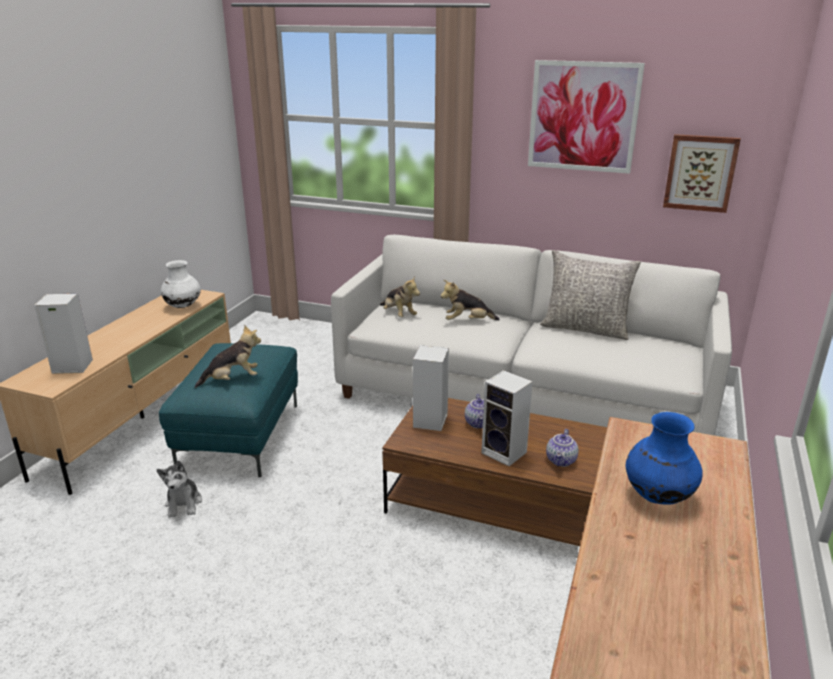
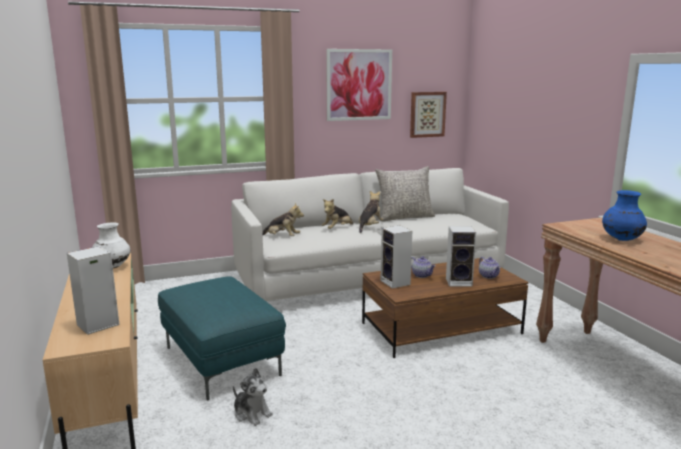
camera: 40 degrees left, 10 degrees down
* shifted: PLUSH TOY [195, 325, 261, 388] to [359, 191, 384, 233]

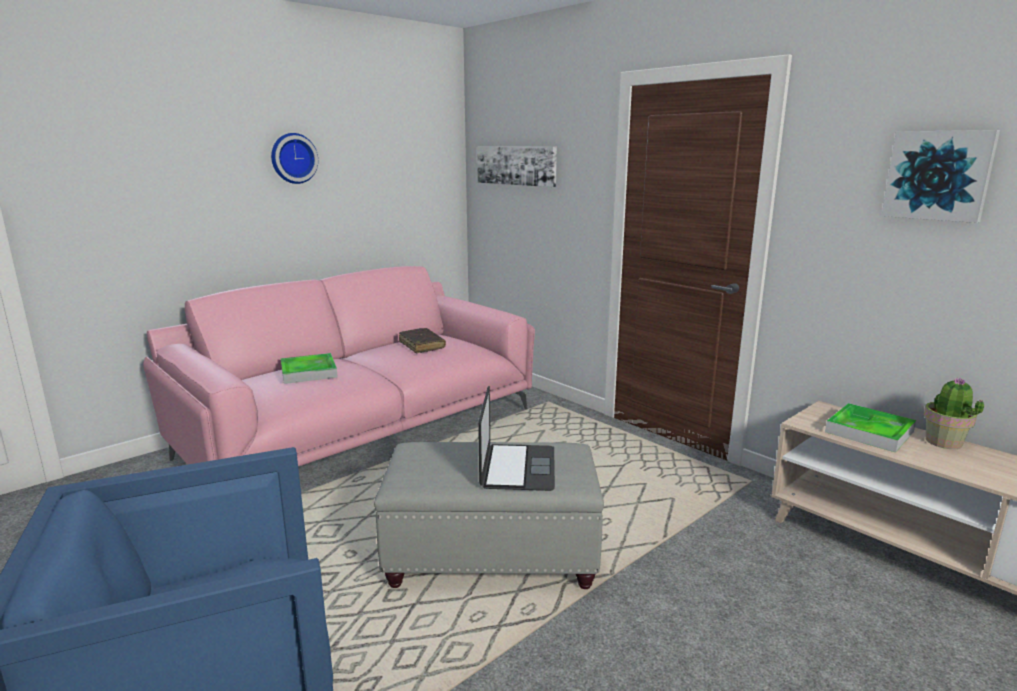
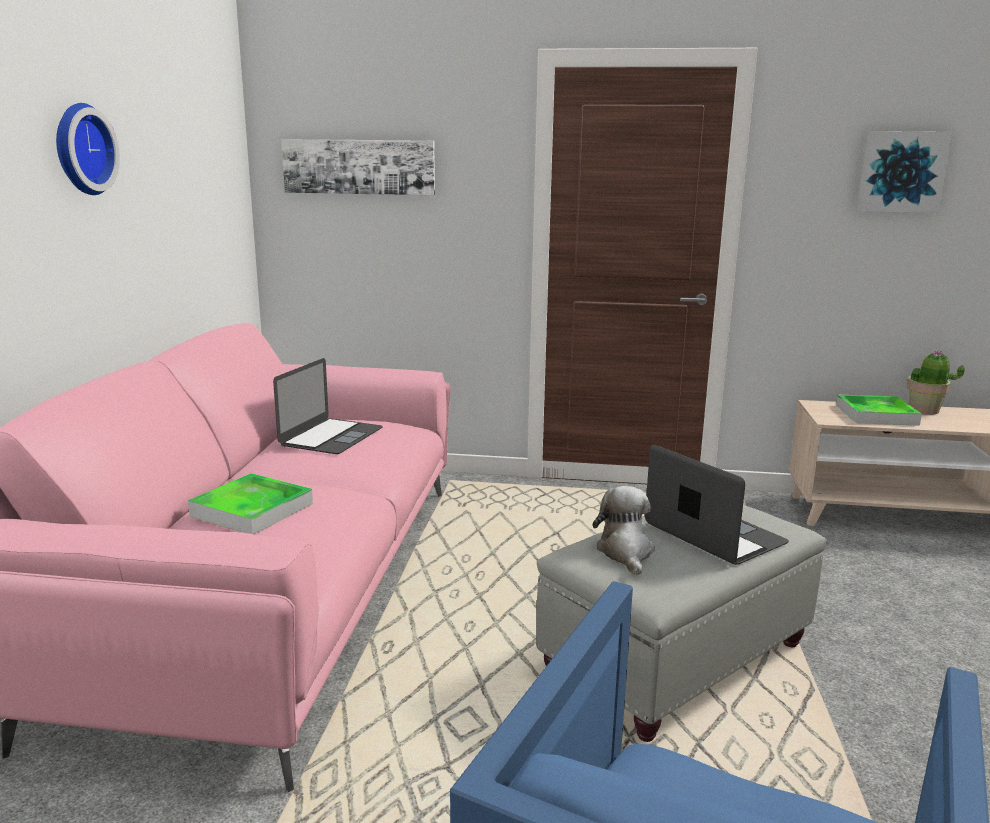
camera: 40 degrees left, 0 degrees up
* swapped: BROWN BOOK [399, 328, 446, 353] to LAPTOP [273, 358, 383, 454]
* new: PLUSH TOY [593, 486, 655, 576]

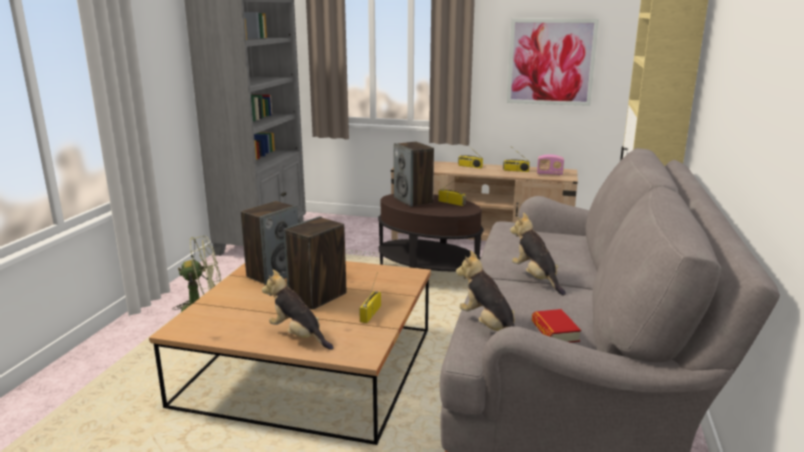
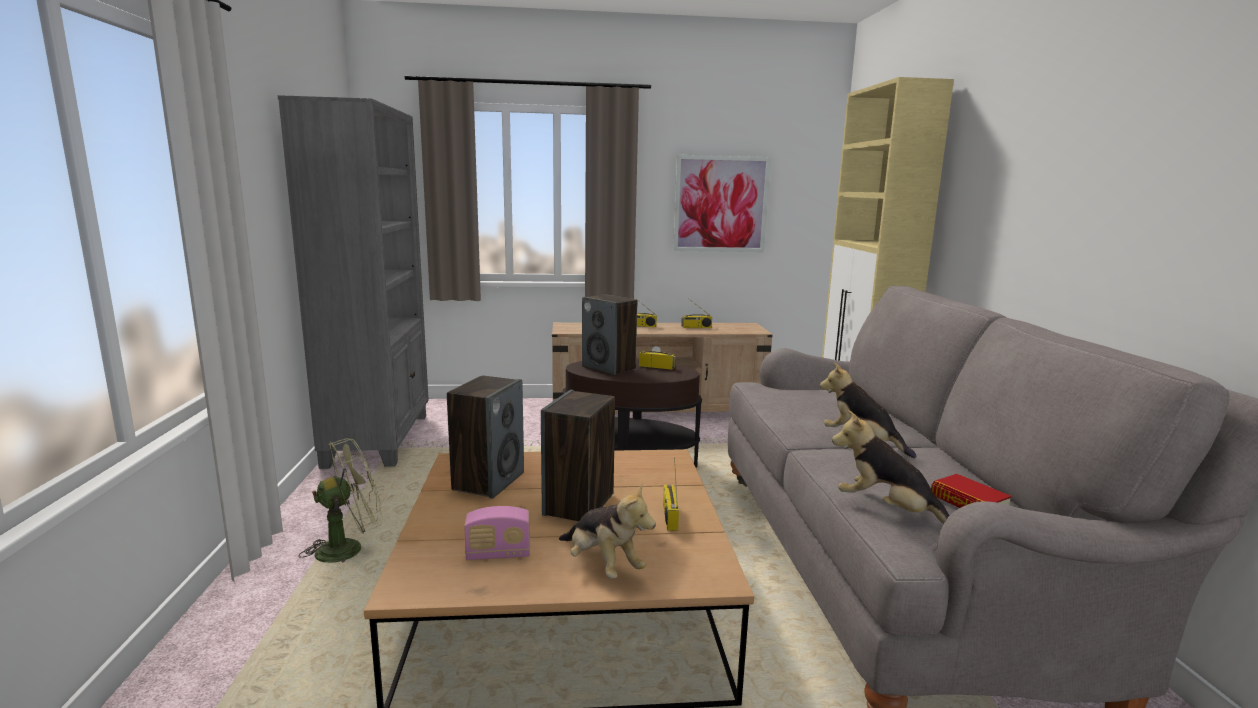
camera: 20 degrees left, 5 degrees down
* shifted: RADIO [537, 155, 564, 175] to [464, 506, 530, 560]
* rotated: PLUSH TOY [262, 269, 334, 350] = [559, 484, 656, 578] 150 degrees counterclockwise

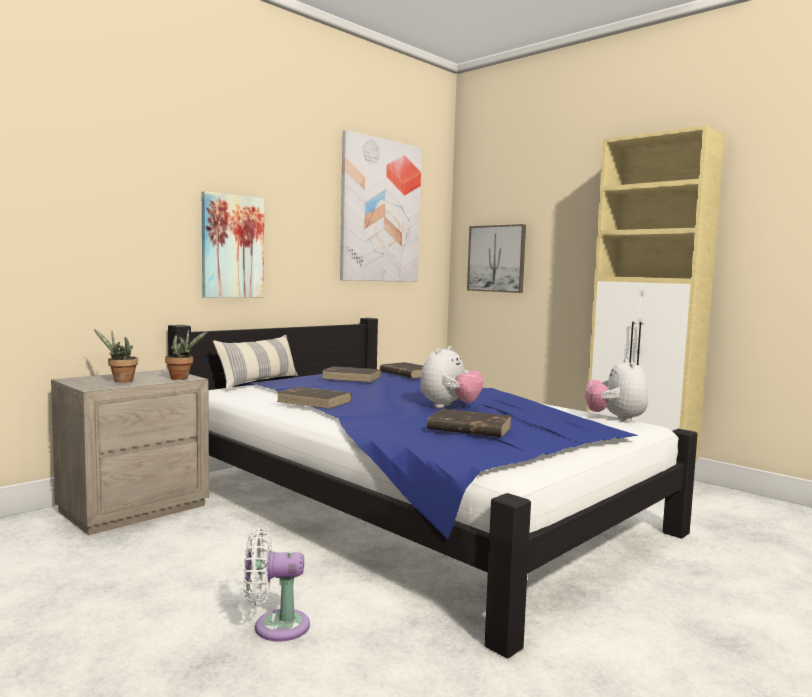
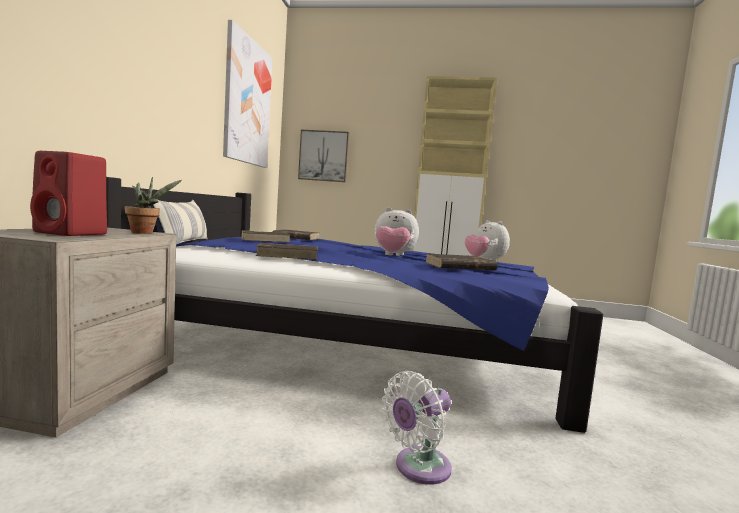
camera: 35 degrees left, 0 degrees up
* gone: PICTURE [202, 191, 264, 298]
* swapped: POTTED PLANT [94, 329, 138, 382] to RED SPEAKER [30, 151, 107, 236]
* rotated: PLUSH TOY [420, 346, 484, 408] = [375, 208, 419, 256] 105 degrees clockwise

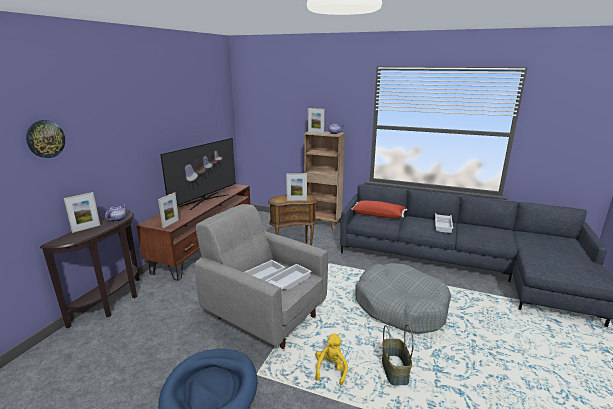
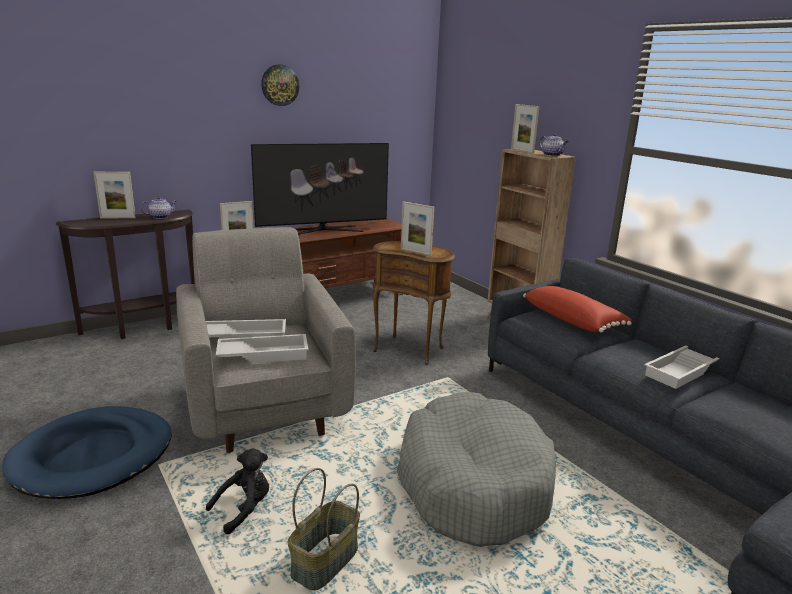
camera: 35 degrees right, 0 degrees up
* shifted: WALL CLOCK [26, 120, 65, 158] to [261, 64, 299, 106]
* repainted: YELLOW PLUSH TOY [316, 334, 348, 385] to BLACK PLUSH TOY [206, 448, 269, 534]

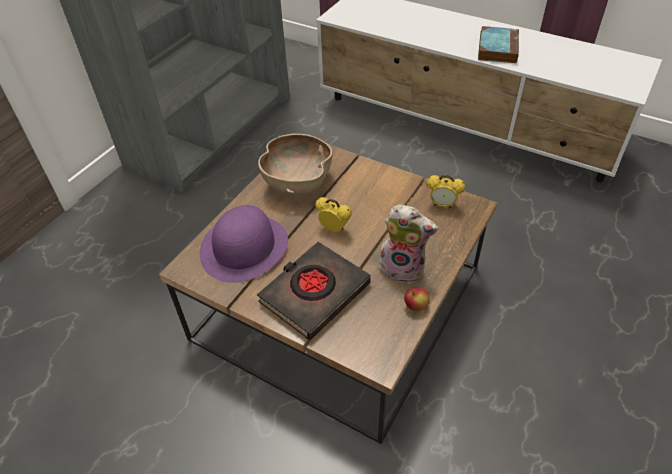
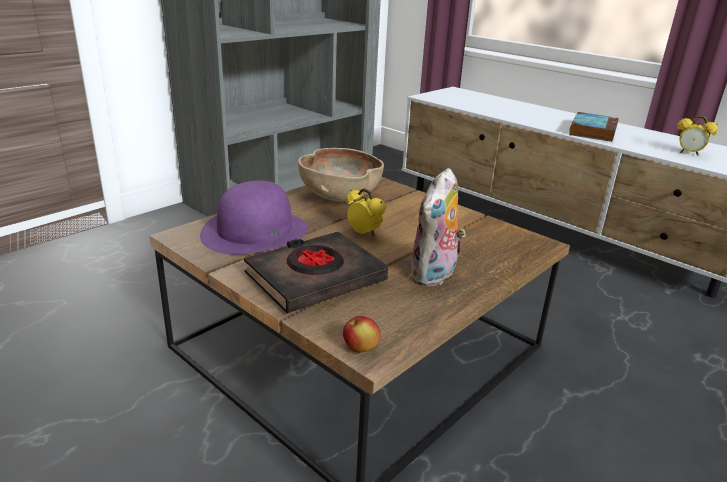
camera: 10 degrees right, 20 degrees down
* shifted: ALARM CLOCK [427, 175, 465, 209] to [677, 116, 718, 156]
* rotated: PLUSH TOY [379, 204, 438, 283] = [409, 168, 466, 287] 90 degrees clockwise
* shifted: APPLE [404, 287, 430, 311] to [343, 316, 381, 352]

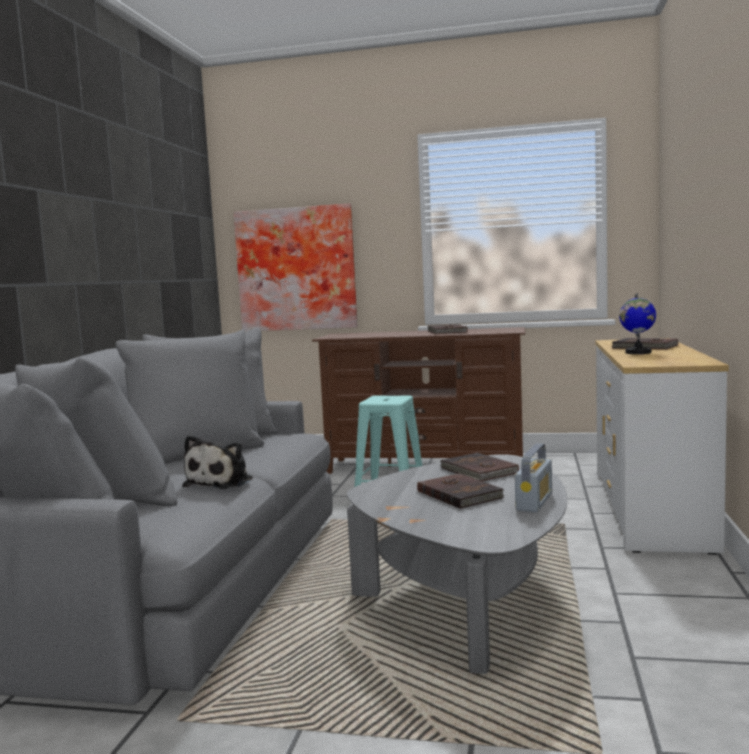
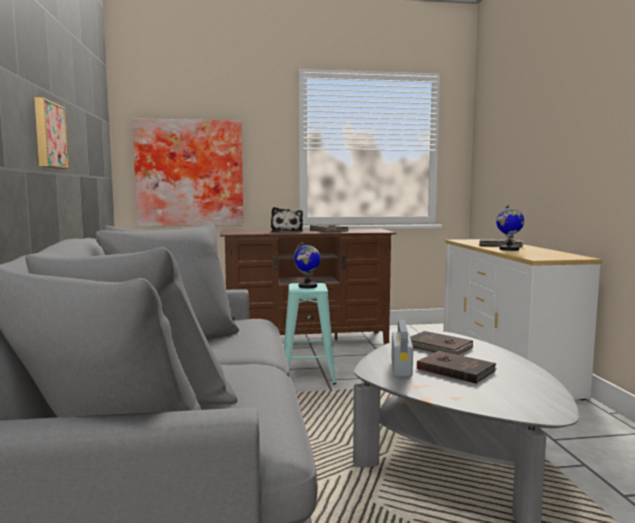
camera: 20 degrees left, 0 degrees up
* shifted: PLUSH TOY [182, 435, 253, 489] to [271, 207, 303, 232]
* shifted: RADIO [515, 443, 552, 512] to [391, 320, 413, 377]
* new: PICTURE [34, 97, 69, 169]
* new: GLOBE [294, 242, 321, 288]

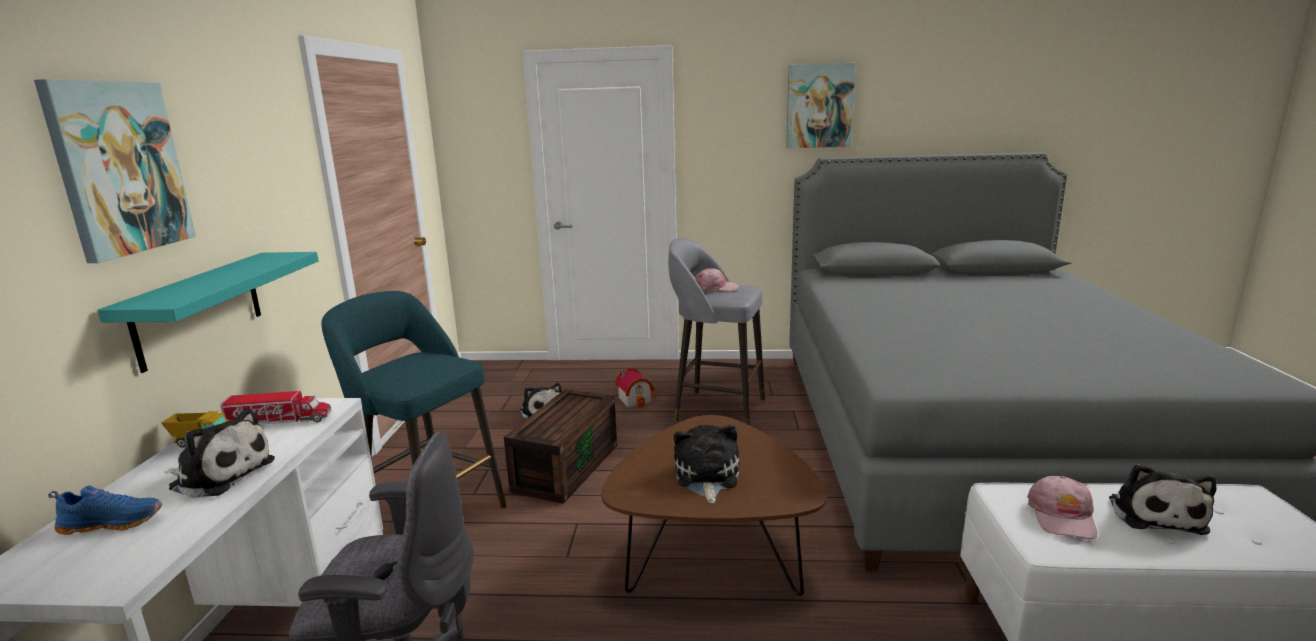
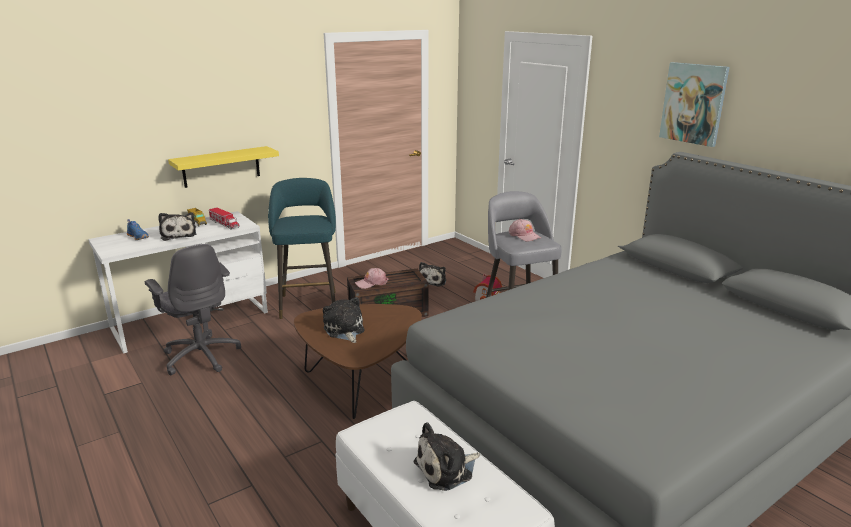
camera: 50 degrees right, 5 degrees up
* gone: PICTURE [34, 79, 196, 263]
* repainted: TURQUOISE SHELF [97, 252, 318, 373] to YELLOW SHELF [168, 146, 279, 188]
* rotated: PLUSH TOY [674, 425, 739, 503] = [323, 297, 364, 343] 75 degrees counterclockwise
* shifted: PINK CAP [1027, 476, 1097, 539] to [355, 268, 388, 289]

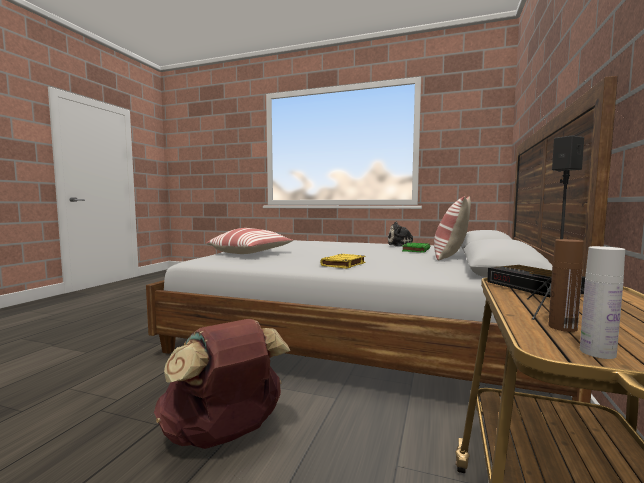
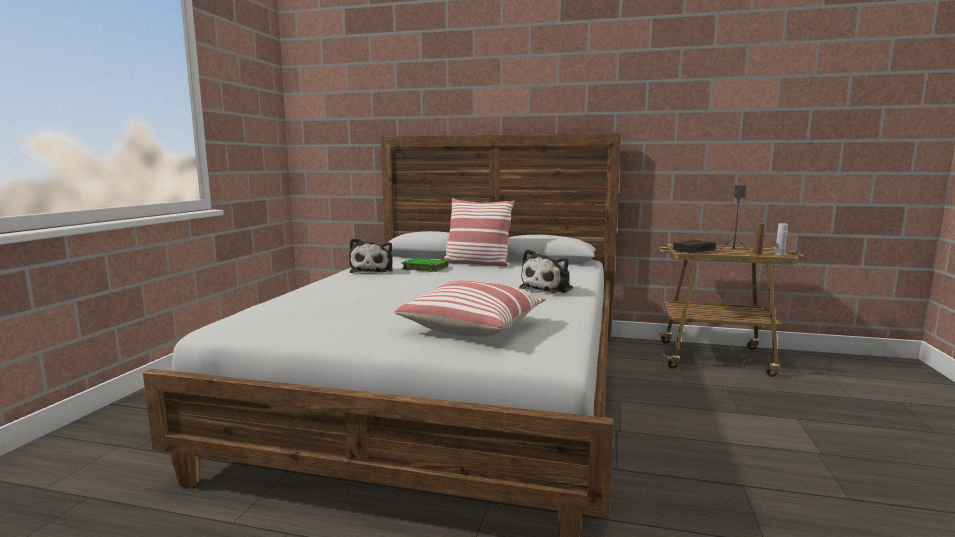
camera: 95 degrees left, 5 degrees up
* swapped: YELLOW BOOK [320, 254, 366, 269] to PLUSH TOY [519, 249, 573, 293]
* gone: BROWN BACKPACK [154, 319, 291, 449]

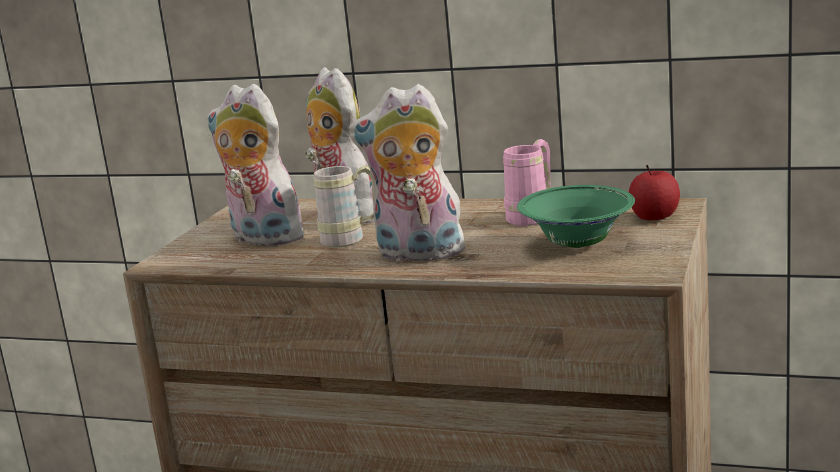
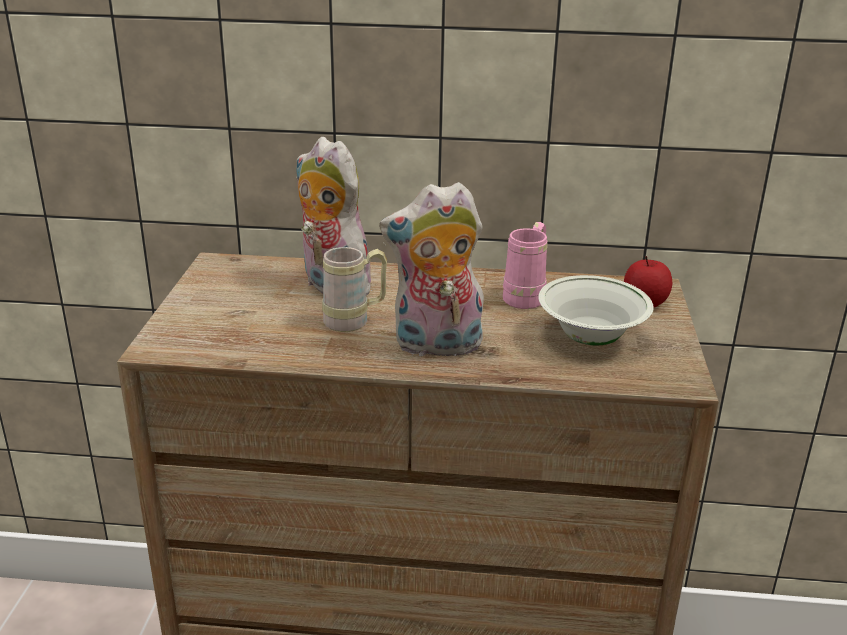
camera: 15 degrees left, 10 degrees up
* gone: PLUSH TOY [207, 84, 313, 246]
* repainted: GREEN BOWL [517, 185, 635, 248] to WHITE BOWL [538, 275, 654, 345]

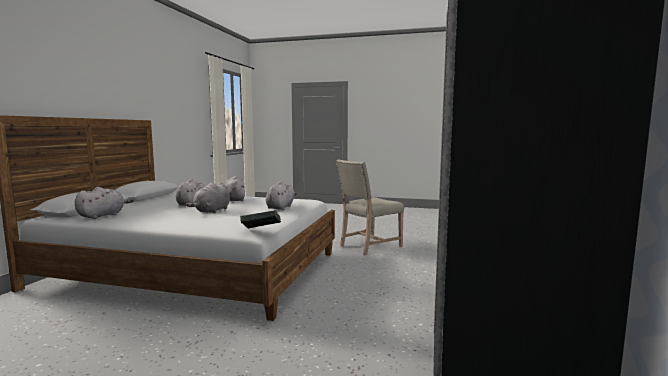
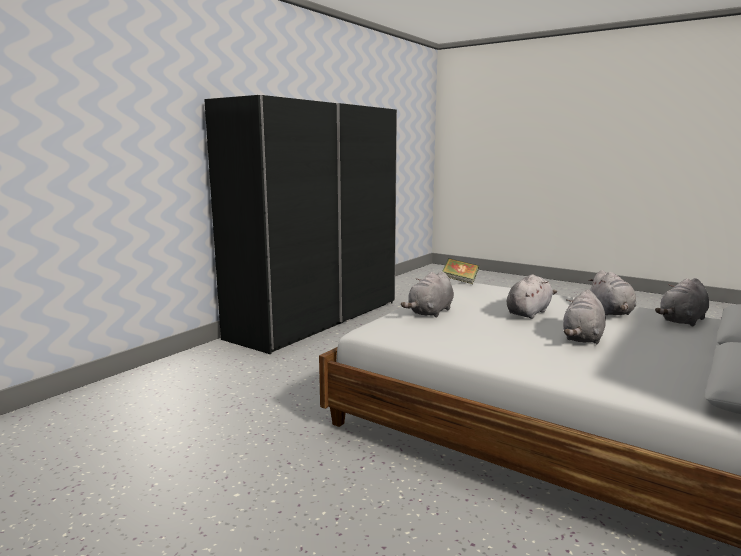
camera: 160 degrees left, 5 degrees up
* gone: BEIGE CHAIR [336, 160, 404, 255]
* shifted: GREY PLUSH TOY [224, 176, 245, 201] to [588, 270, 636, 315]

